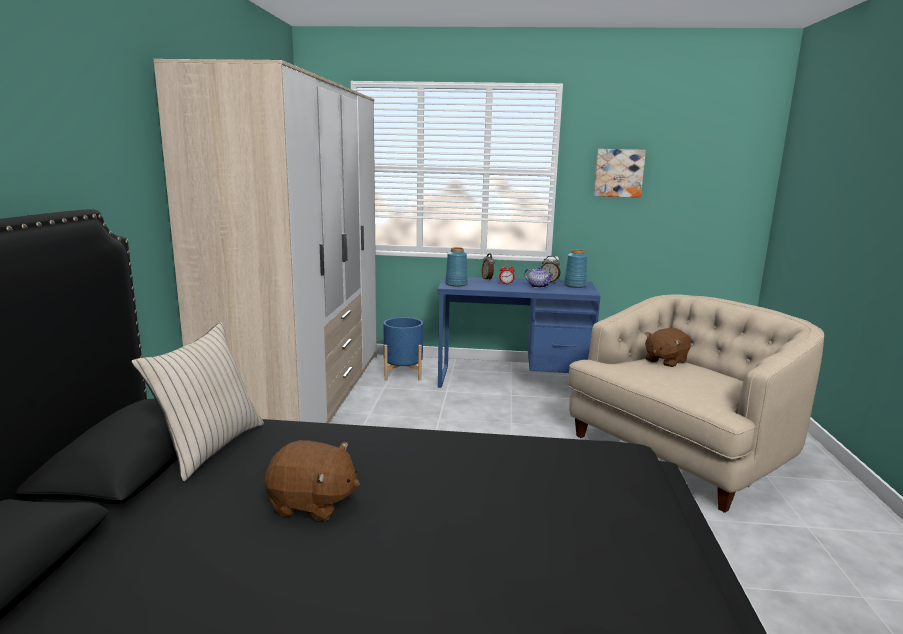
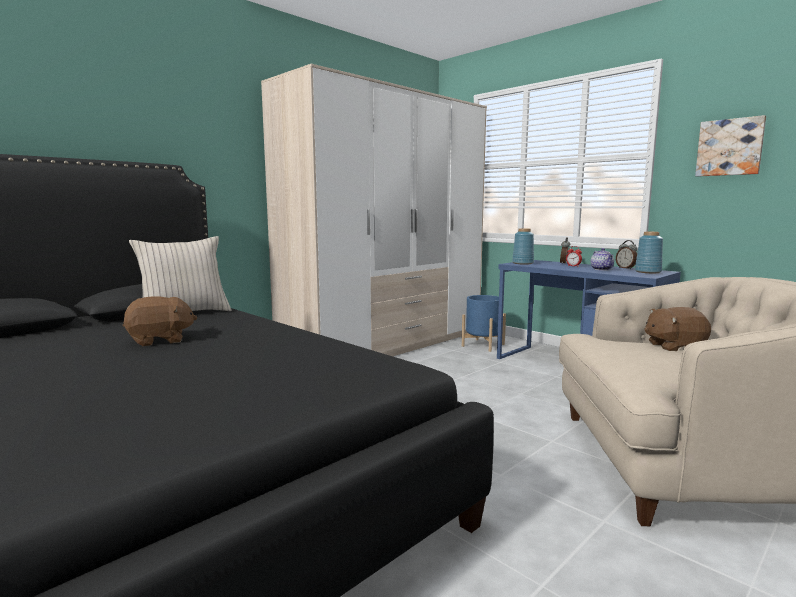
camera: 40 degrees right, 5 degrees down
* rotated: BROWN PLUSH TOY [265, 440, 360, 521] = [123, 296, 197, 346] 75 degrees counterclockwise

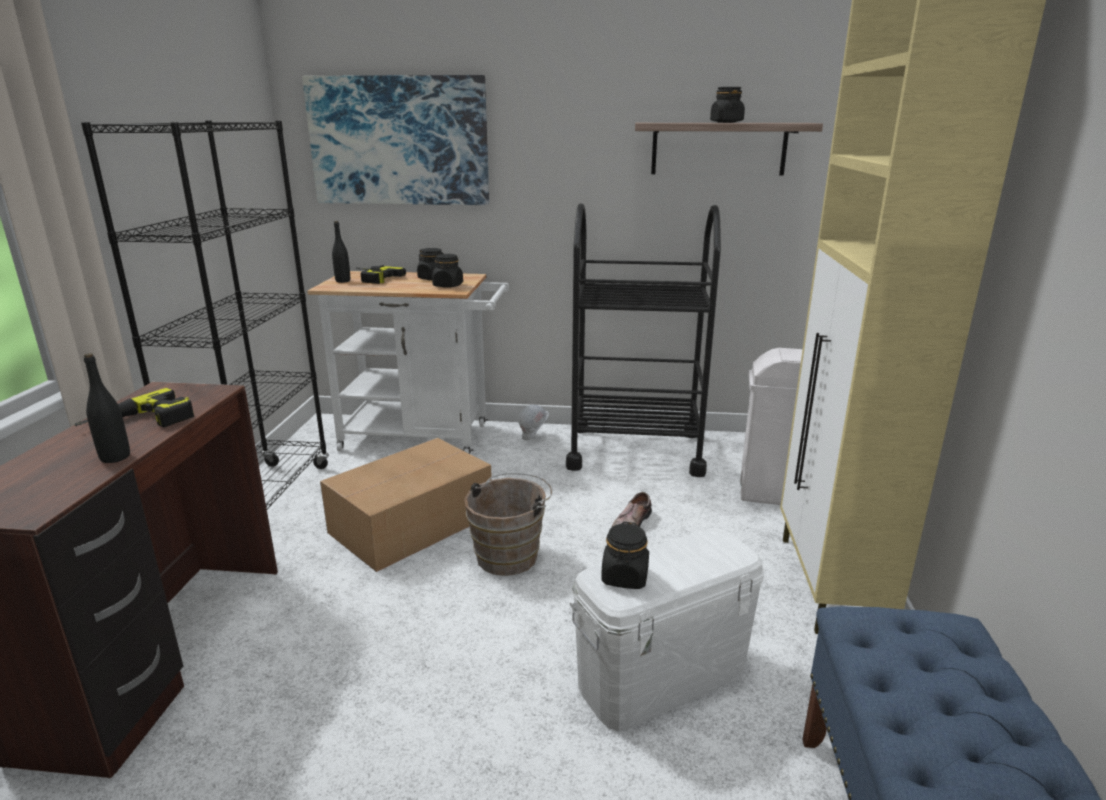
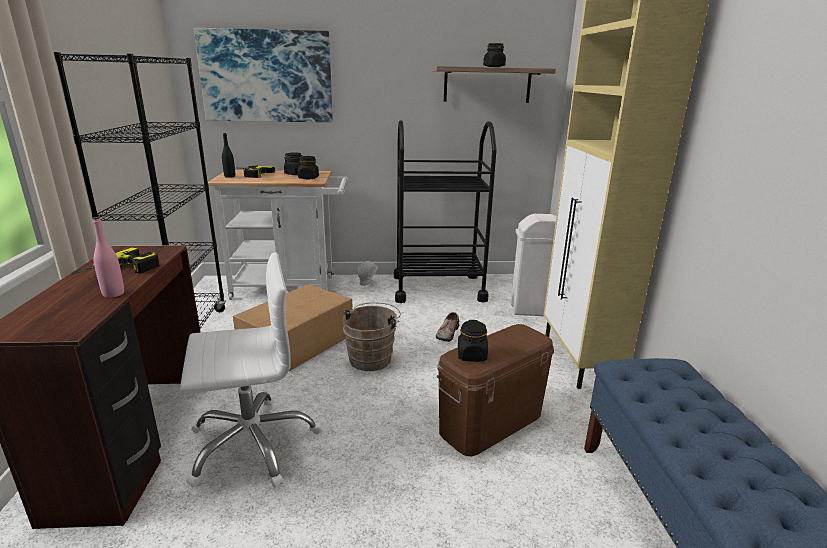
camera: 10 degrees left, 0 degrees up
* repainted: BLACK BOTTLE [84, 353, 130, 463] to PINK BOTTLE [93, 217, 124, 298]
* repainted: WHITE STORAGE BOX [570, 528, 764, 731] to BROWN STORAGE BOX [437, 324, 554, 456]
* new: WHITE OFFICE CHAIR [180, 252, 321, 488]

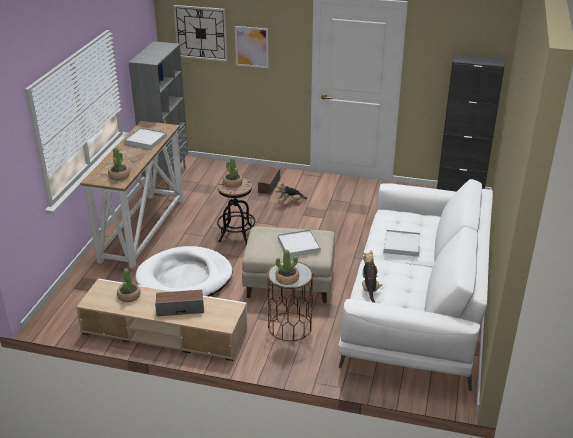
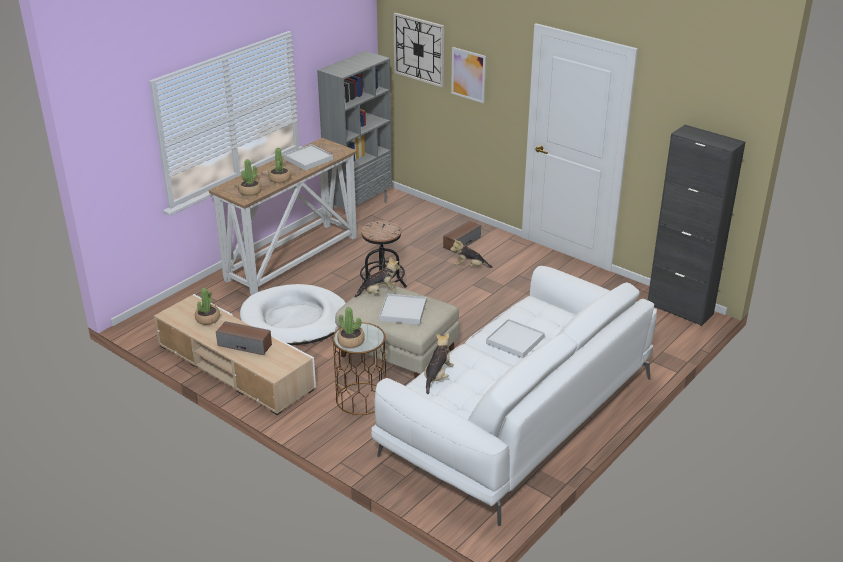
camera: 25 degrees right, 0 degrees up
* shifted: POTTED PLANT [223, 157, 243, 188] to [268, 148, 291, 183]
* new: PLUSH TOY [355, 257, 400, 298]

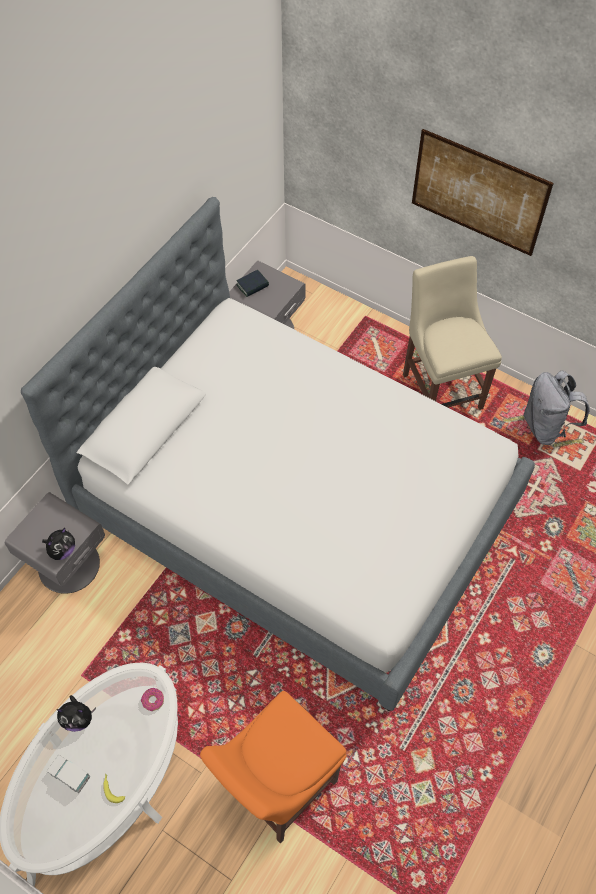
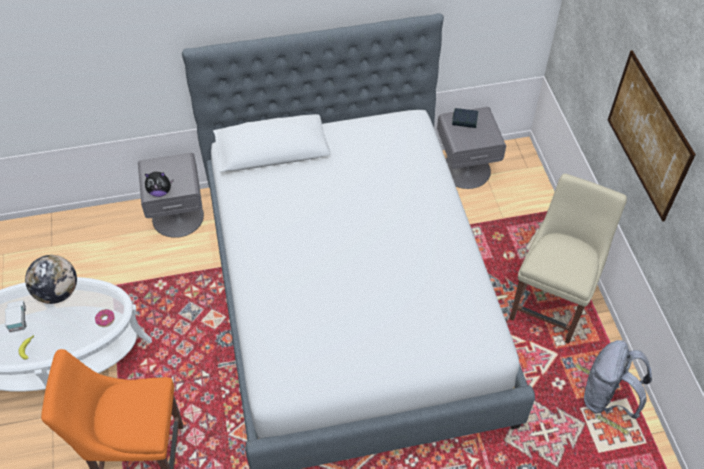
camera: 45 degrees right, 5 degrees down
* swapped: PLUSH TOY [57, 695, 96, 732] to GLOBE [25, 255, 77, 304]

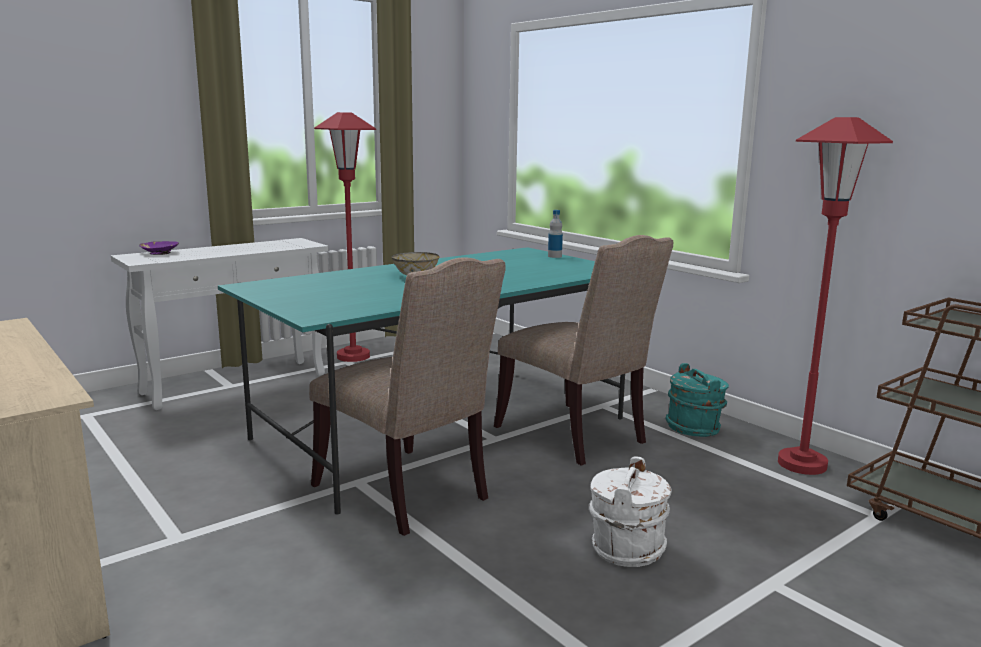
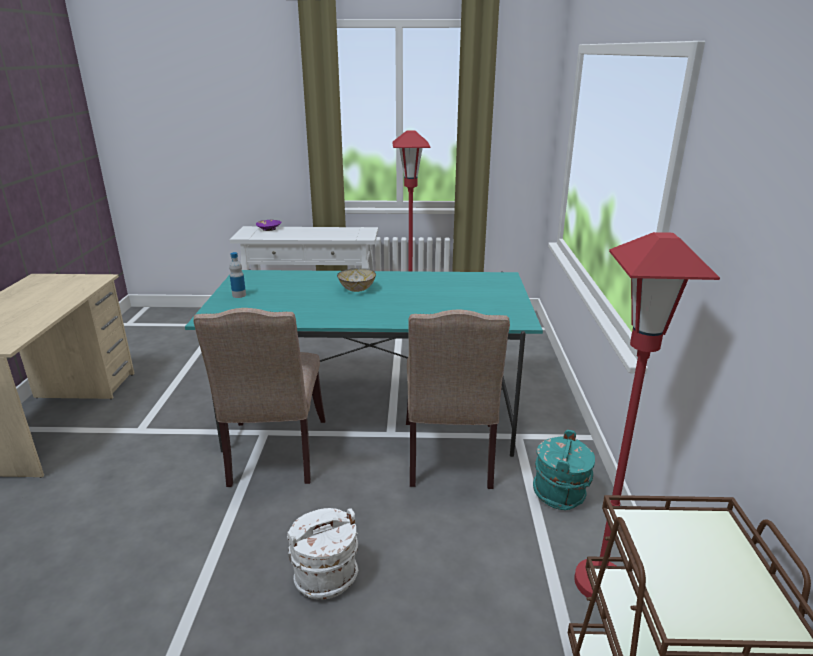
camera: 40 degrees right, 10 degrees up
* shifted: BOTTLE [548, 210, 563, 258] to [229, 252, 246, 298]

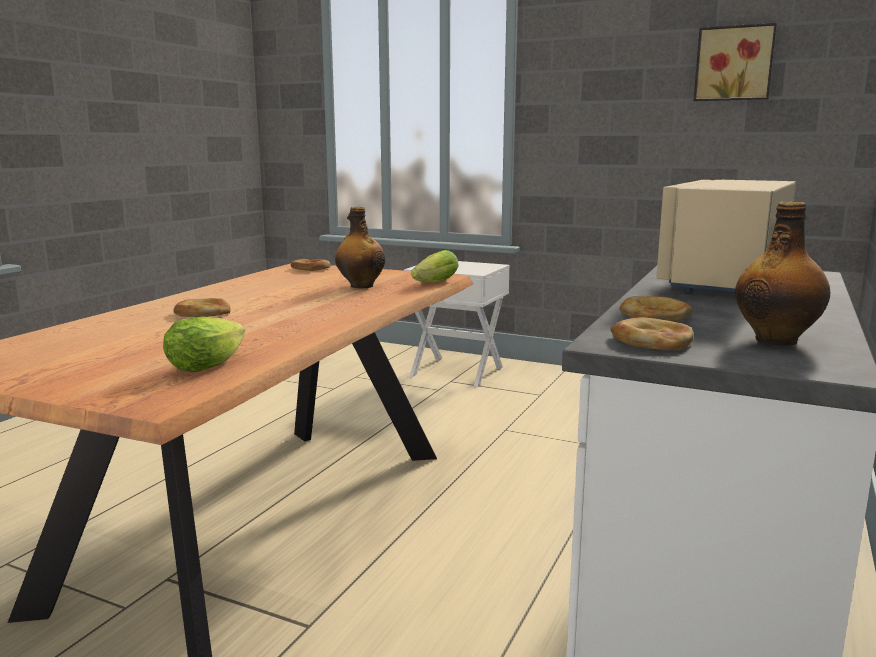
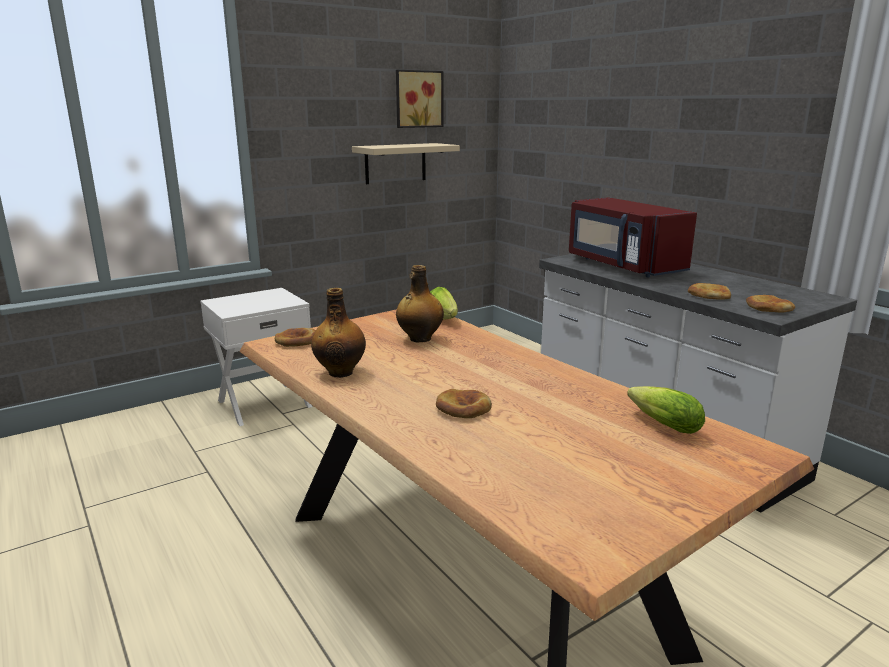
camera: 60 degrees left, 5 degrees up
* repainted: BEIGE MICROWAVE [656, 180, 796, 292] to RED MICROWAVE [569, 197, 697, 277]
* shifted: BOTTLE [735, 201, 830, 346] to [311, 288, 366, 378]
* new: BEIGE SHELF [352, 143, 460, 184]

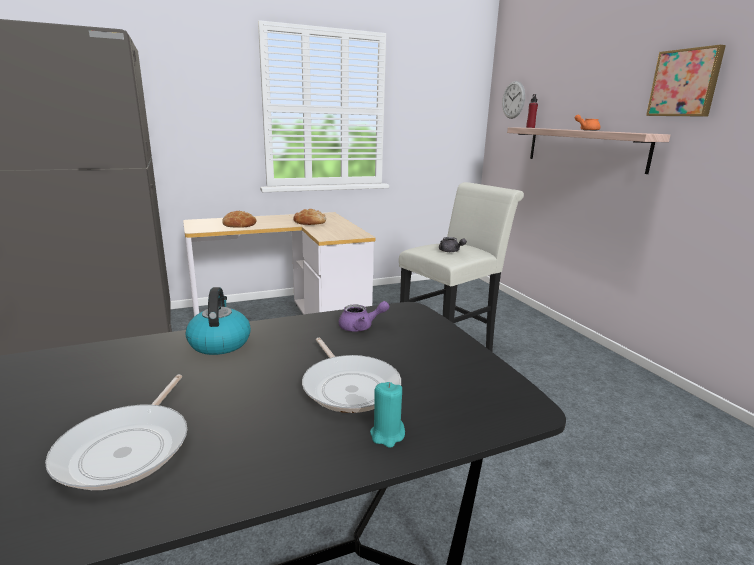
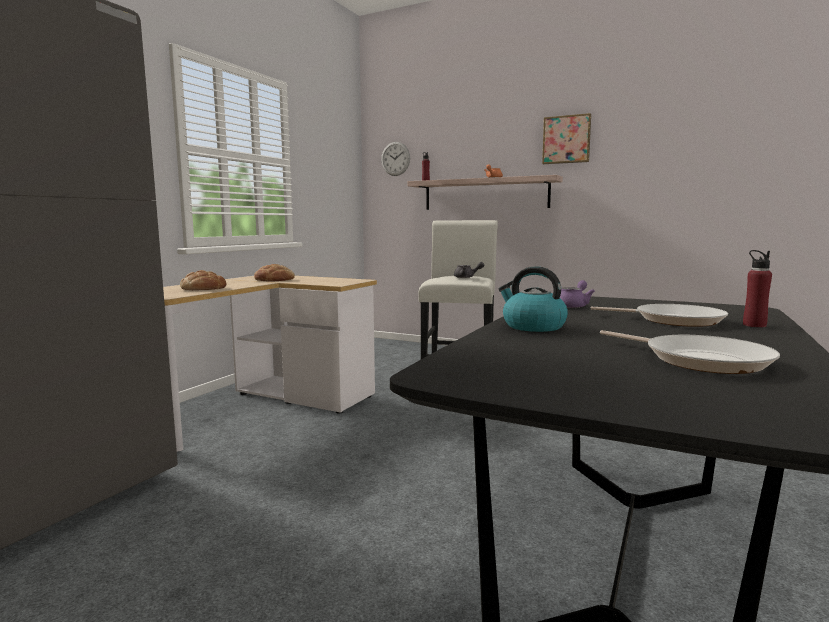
camera: 40 degrees left, 10 degrees down
* swapped: TURQUOISE CANDLE [370, 382, 405, 448] to RED BOTTLE [743, 250, 772, 327]

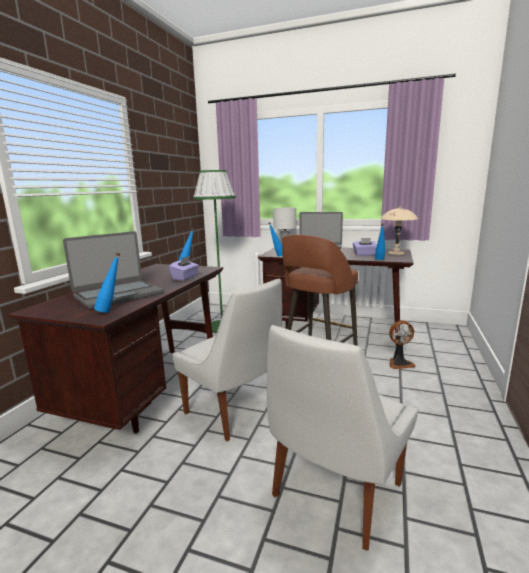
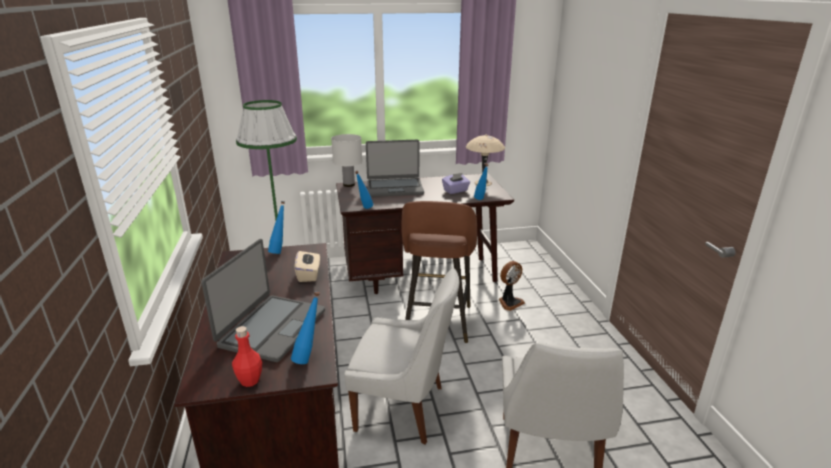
camera: 30 degrees left, 10 degrees up
* repainted: PURPLE TISSUE BOX [169, 256, 199, 281] to BEIGE TISSUE BOX [295, 250, 320, 282]
* new: RED BOTTLE [232, 326, 262, 387]

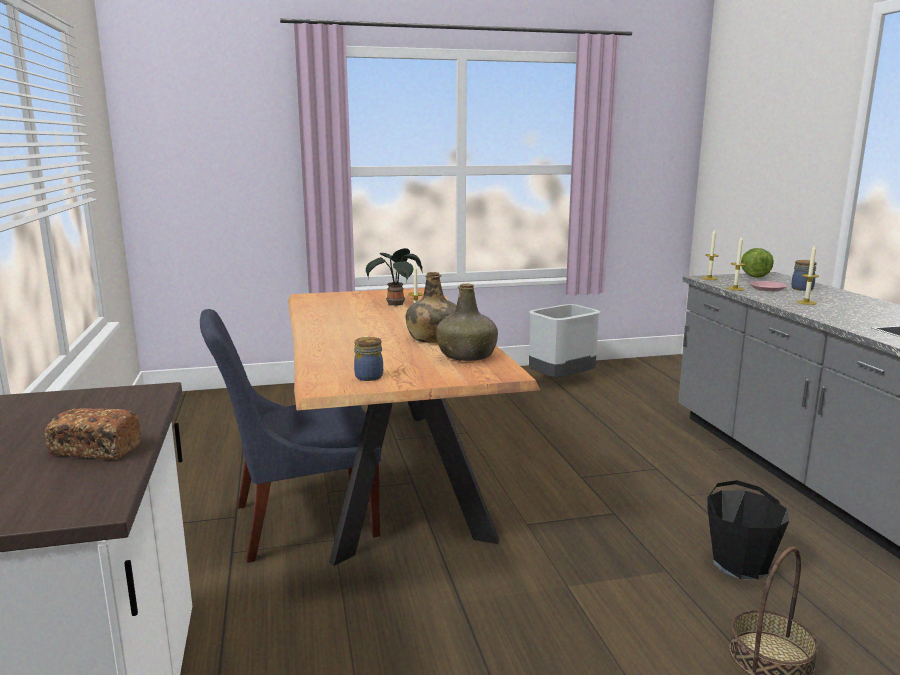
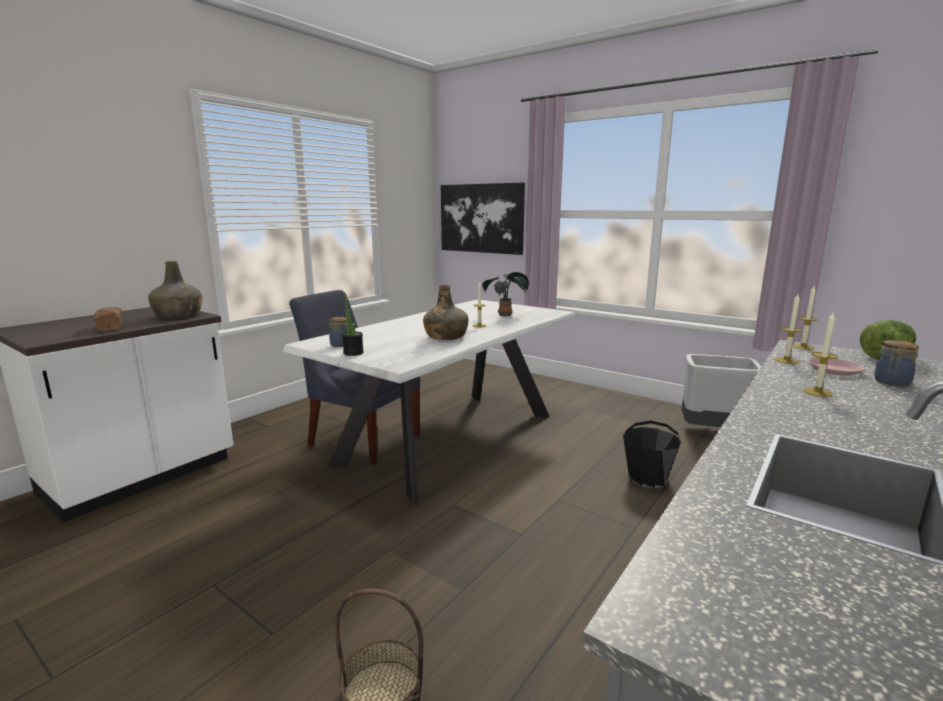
camera: 50 degrees right, 0 degrees up
* shifted: GREEN BOTTLE [436, 284, 498, 361] to [148, 261, 203, 319]
* repainted: BROWN DINING TABLE [288, 288, 540, 566] to WHITE DINING TABLE [282, 299, 577, 504]
* shifted: BLACK BUCKET [707, 480, 789, 580] to [623, 421, 681, 488]
* new: PICTURE [441, 182, 525, 255]
* new: POTTED PLANT [342, 294, 364, 356]

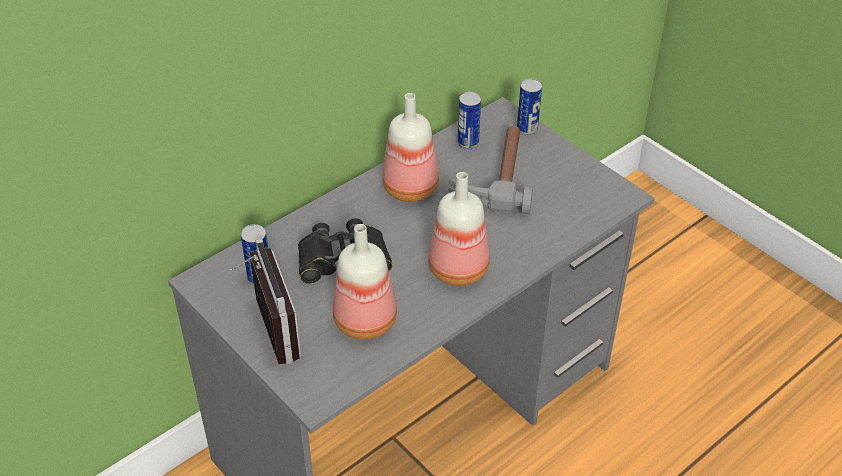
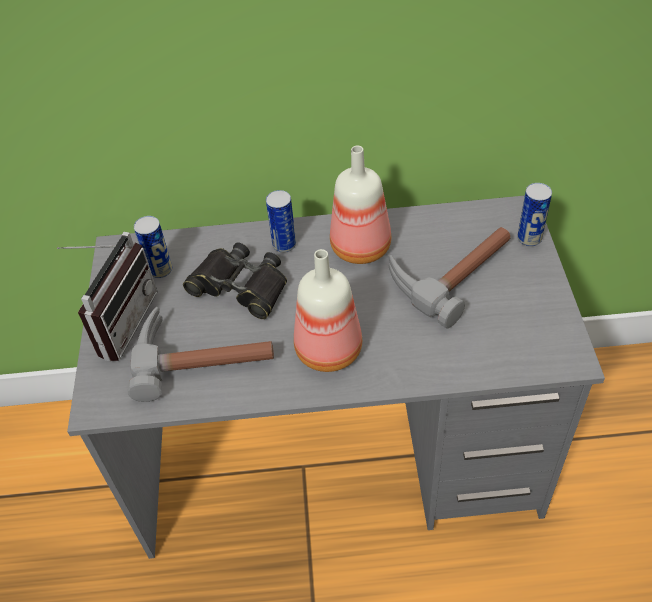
camera: 40 degrees right, 5 degrees up
* shifted: CAN [458, 92, 481, 149] to [266, 190, 296, 253]
* swapped: BOTTLE [333, 224, 397, 339] to HAMMER [128, 307, 274, 402]

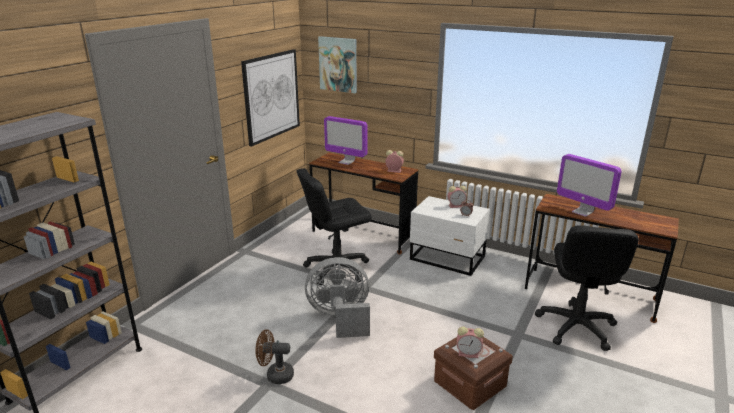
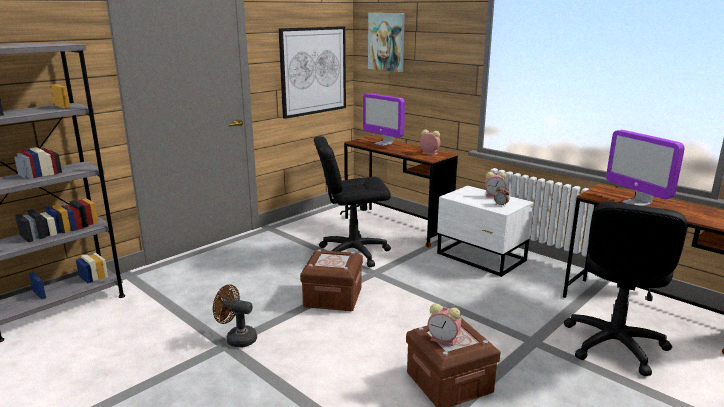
camera: 15 degrees right, 5 degrees down
* swapped: GREY FAN [305, 257, 370, 338] to BROWN STORAGE BOX [300, 249, 363, 311]

